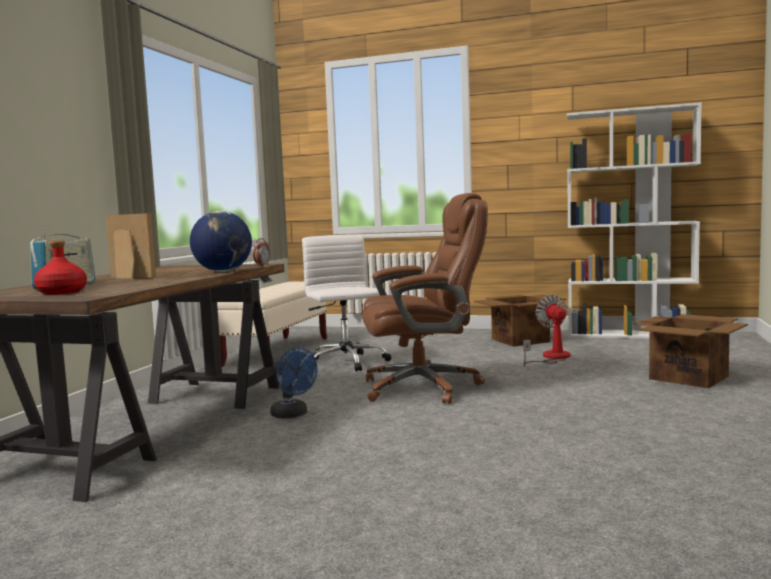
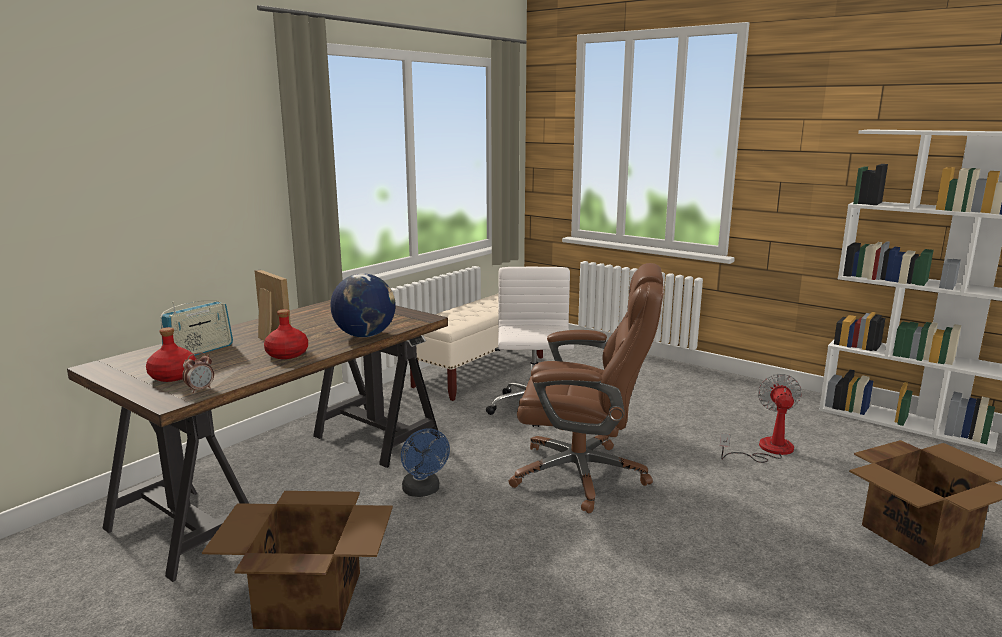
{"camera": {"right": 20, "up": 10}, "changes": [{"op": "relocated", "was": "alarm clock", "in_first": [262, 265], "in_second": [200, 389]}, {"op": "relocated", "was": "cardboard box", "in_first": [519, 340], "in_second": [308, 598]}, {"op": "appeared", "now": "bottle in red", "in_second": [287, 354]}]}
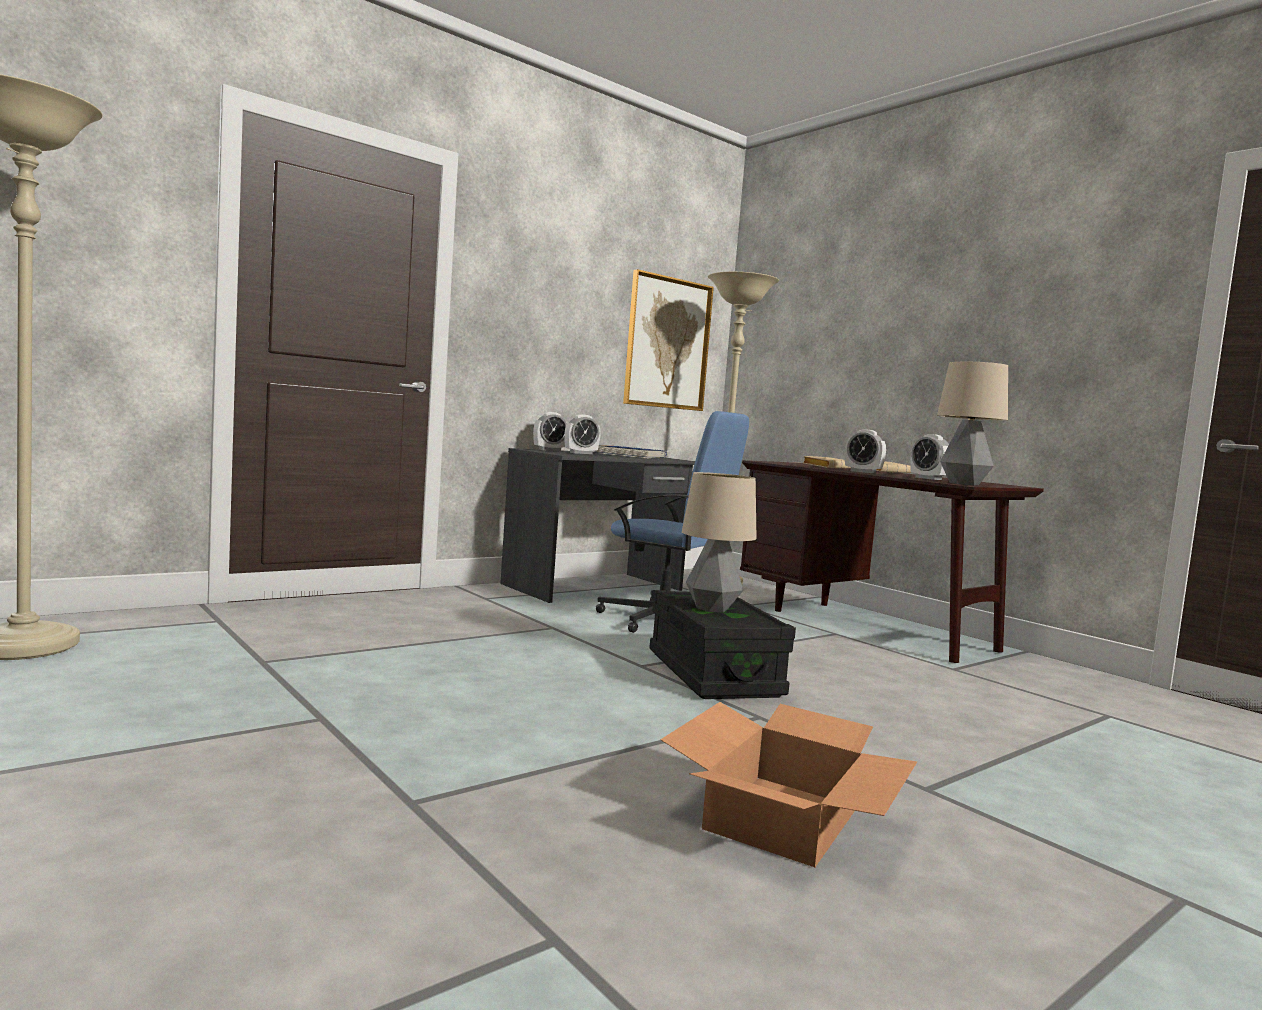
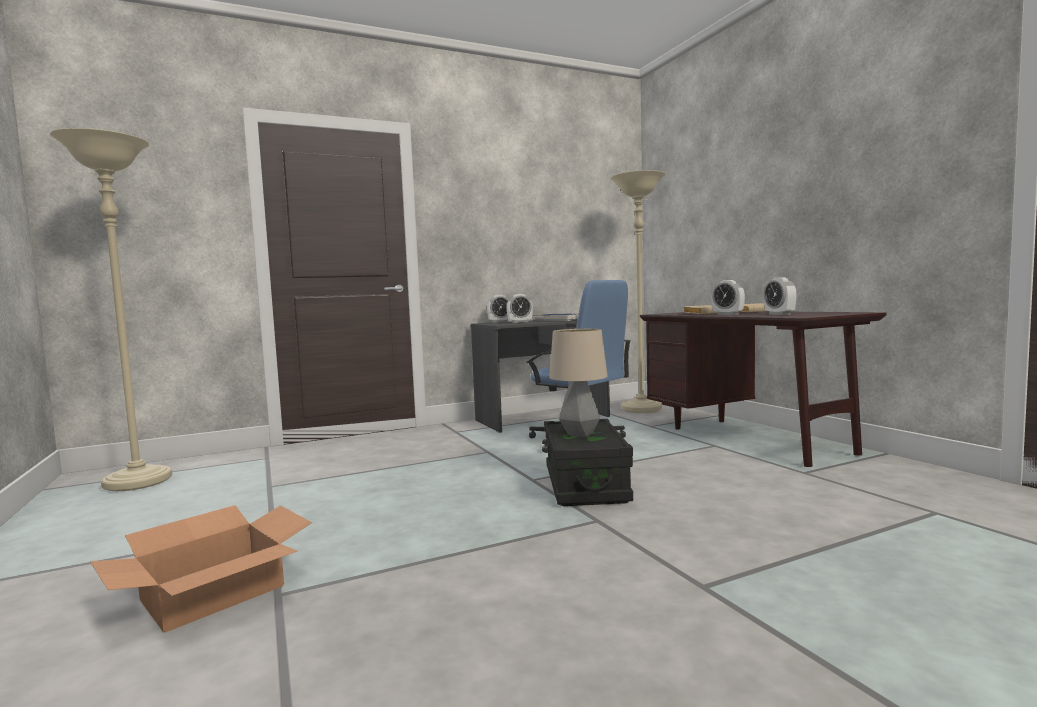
{"camera": {"right": 15, "up": 0}, "changes": [{"op": "missing", "was": "picture", "in_first": [667, 343]}, {"op": "relocated", "was": "cardboard box", "in_first": [783, 818], "in_second": [213, 593]}, {"op": "missing", "was": "table lamp", "in_first": [963, 484]}]}
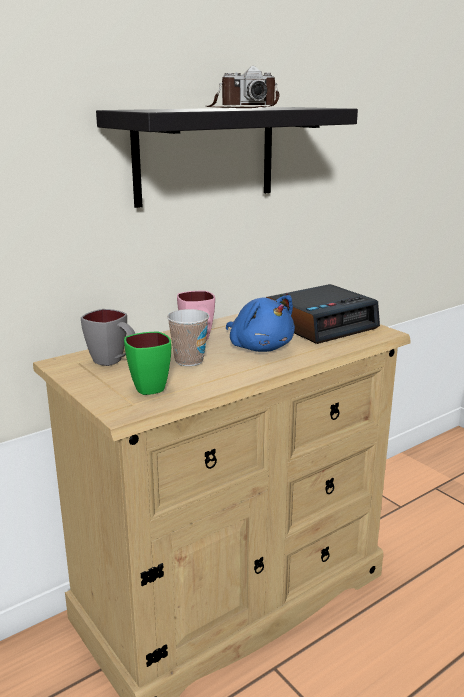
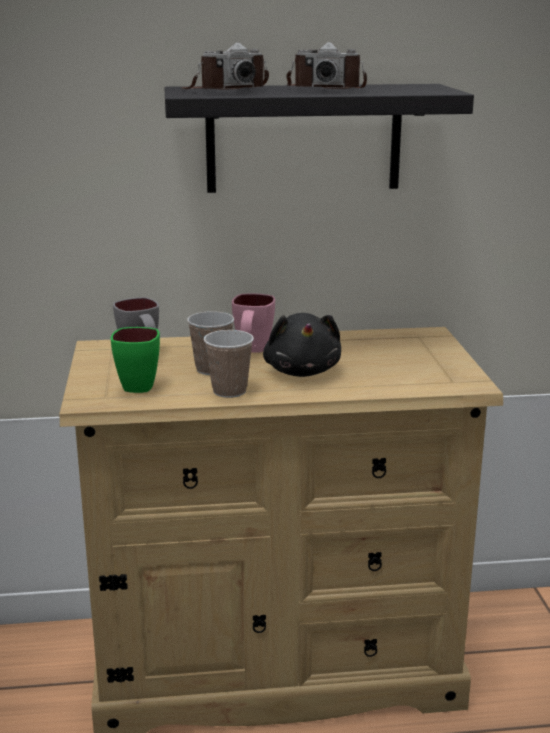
{"camera": {"right": 30, "up": 0}, "changes": [{"op": "colour", "was": "plush toy in blue", "now": "plush toy in black", "in_first": [259, 347], "in_second": [302, 371]}, {"op": "missing", "was": "alarm clock", "in_first": [321, 324]}, {"op": "appeared", "now": "photo camera", "in_second": [225, 90]}, {"op": "appeared", "now": "cup", "in_second": [229, 391]}]}
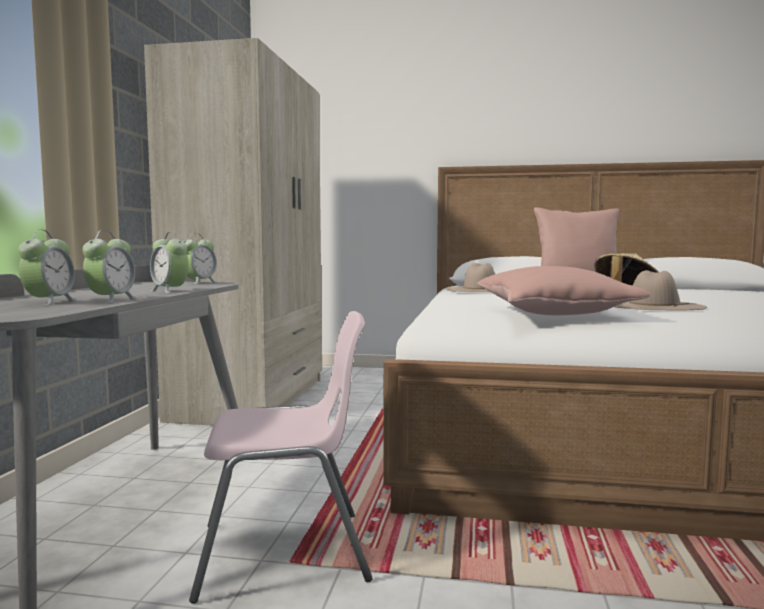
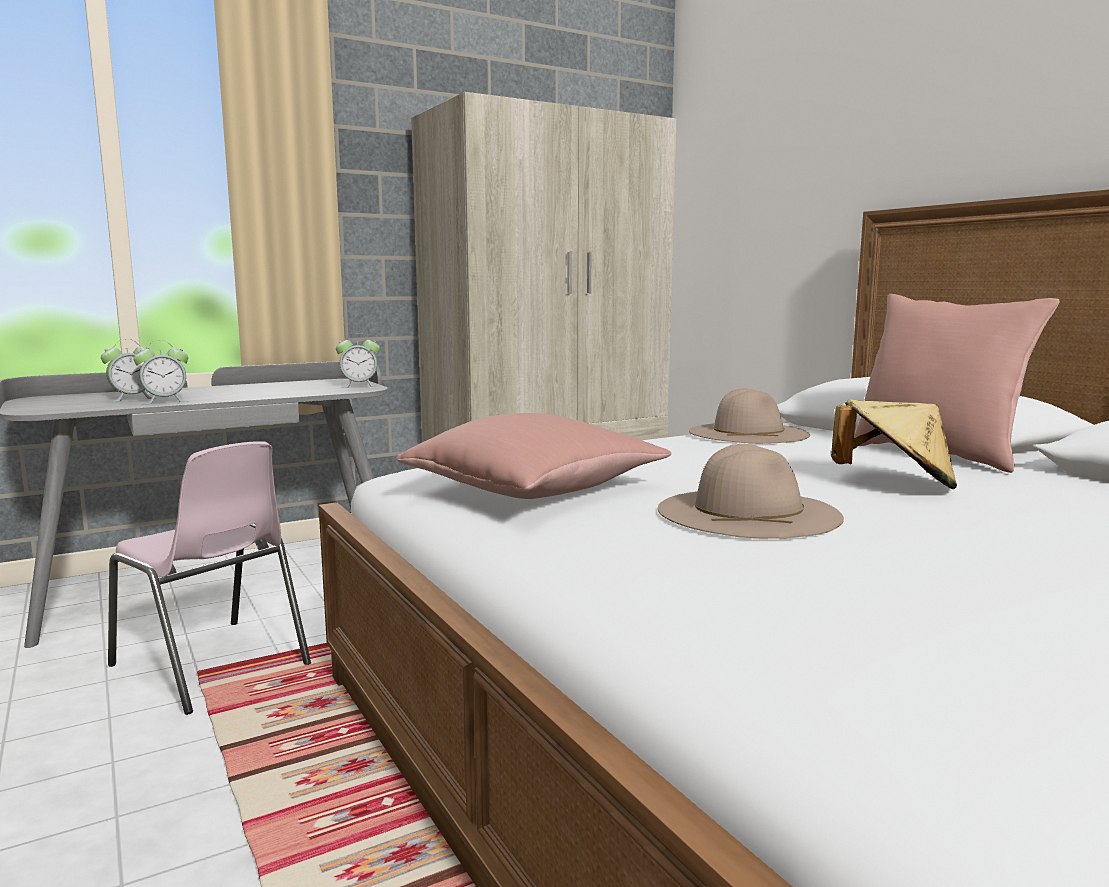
{"camera": {"right": 50, "up": 5}, "changes": [{"op": "missing", "was": "alarm clock", "in_first": [170, 291]}]}
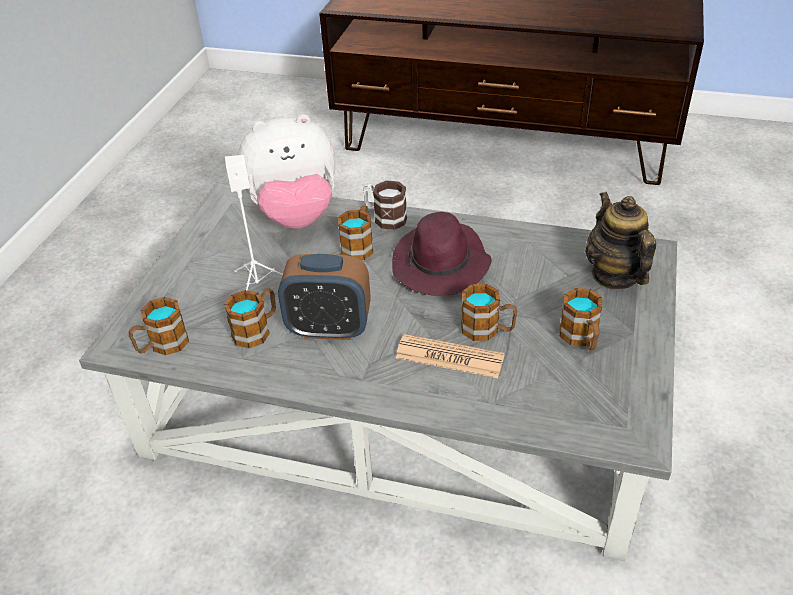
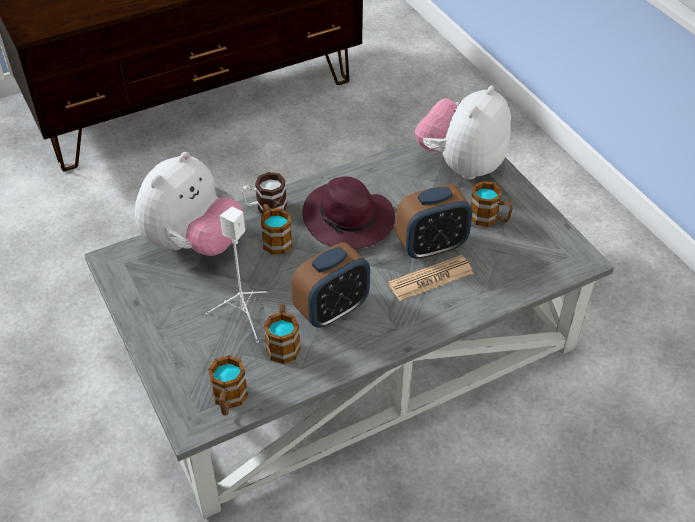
{"camera": {"right": -45, "up": 5}, "changes": [{"op": "exchanged", "was": "mug", "now": "alarm clock", "in_first": [487, 330], "in_second": [431, 246]}, {"op": "exchanged", "was": "teapot", "now": "plush toy", "in_first": [615, 275], "in_second": [461, 165]}]}
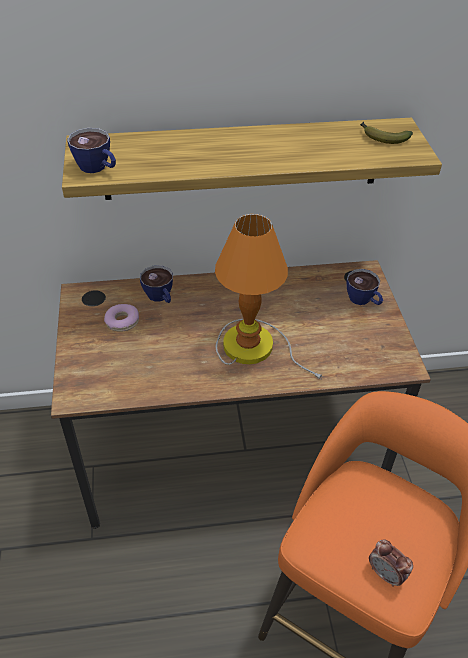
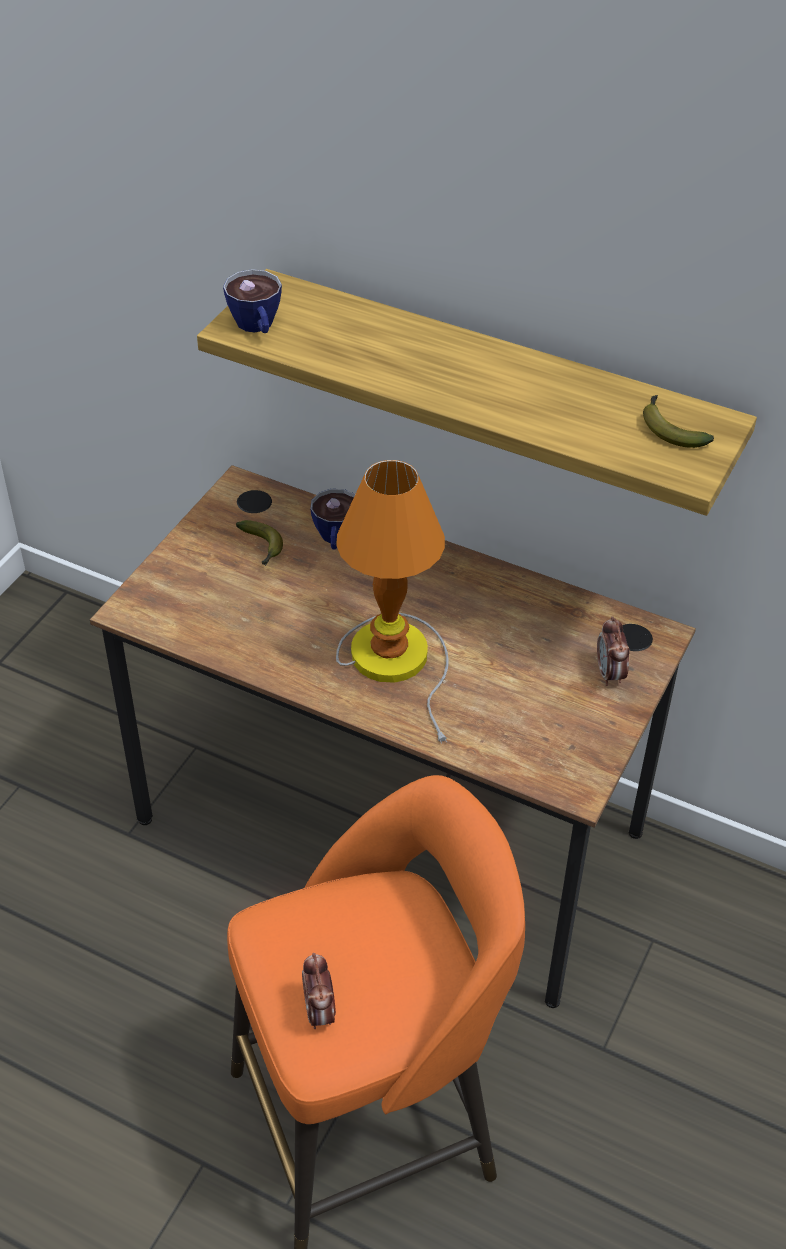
{"camera": {"right": 35, "up": 0}, "changes": [{"op": "exchanged", "was": "donut", "now": "banana", "in_first": [122, 321], "in_second": [262, 548]}, {"op": "exchanged", "was": "cup", "now": "alarm clock", "in_first": [363, 301], "in_second": [610, 674]}]}
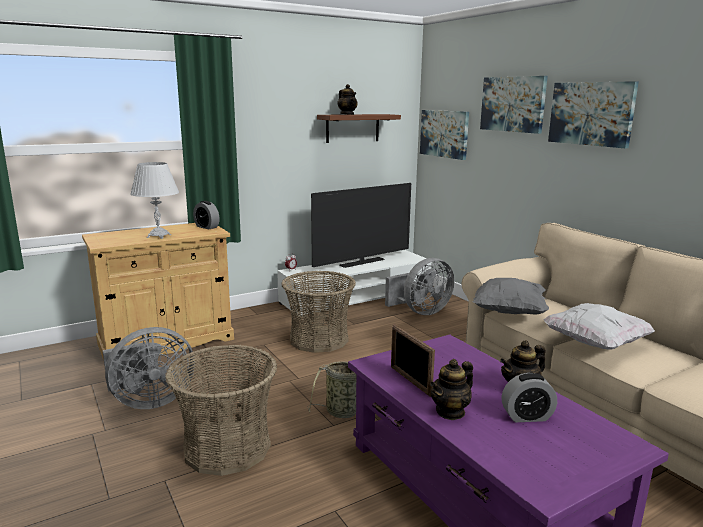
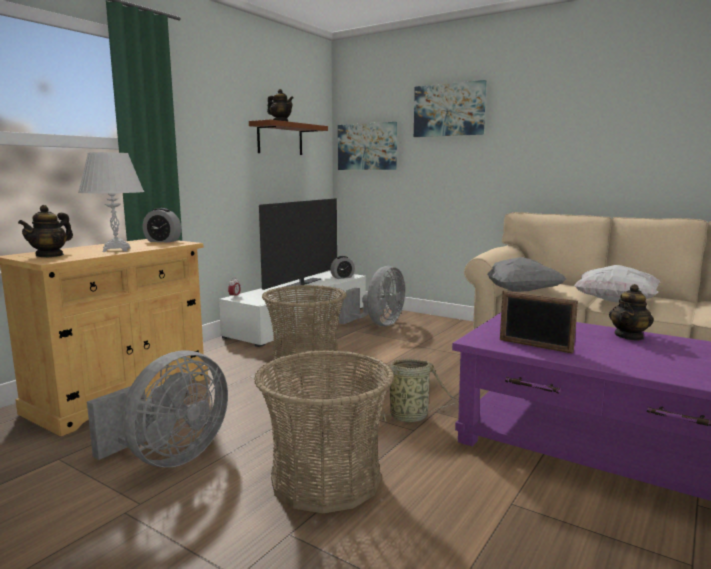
{"camera": {"right": -25, "up": -5}, "changes": [{"op": "relocated", "was": "teapot", "in_first": [450, 412], "in_second": [50, 255]}, {"op": "relocated", "was": "alarm clock", "in_first": [527, 416], "in_second": [342, 277]}, {"op": "missing", "was": "picture", "in_first": [591, 113]}]}
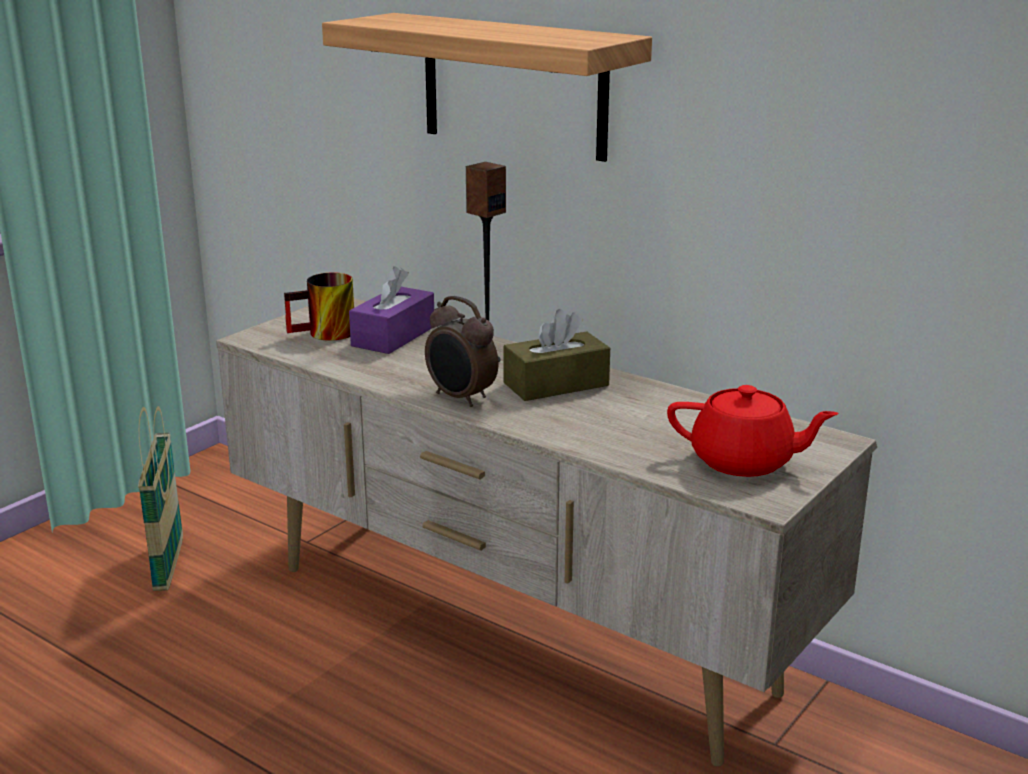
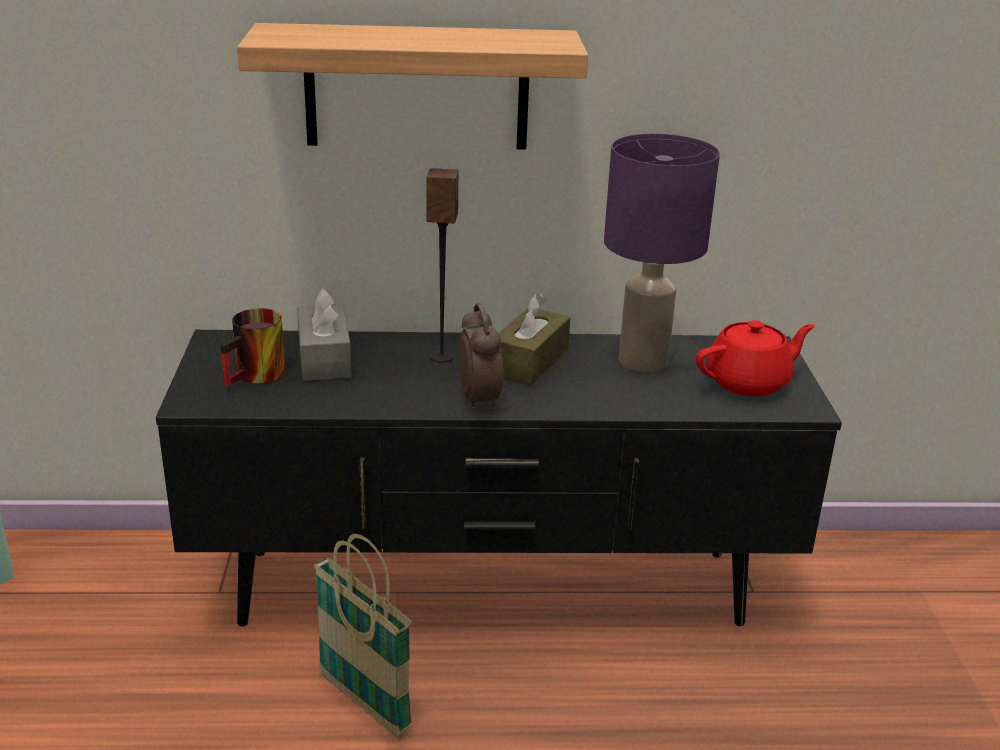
{"camera": {"right": -40, "up": 5}, "changes": [{"op": "relocated", "was": "basket", "in_first": [169, 565], "in_second": [364, 701]}, {"op": "colour", "was": "tv stand in beige", "now": "tv stand in black", "in_first": [514, 630], "in_second": [492, 590]}, {"op": "colour", "was": "tissue box in purple", "now": "tissue box in grey", "in_first": [393, 336], "in_second": [324, 358]}, {"op": "spun", "was": "alarm clock", "in_first": [460, 398], "in_second": [481, 400], "clockwise": -105}, {"op": "appeared", "now": "table lamp in purple", "in_second": [641, 361]}]}
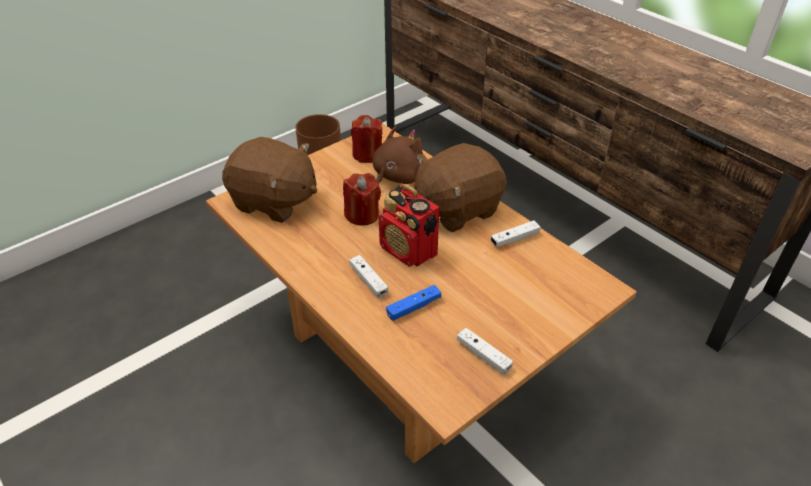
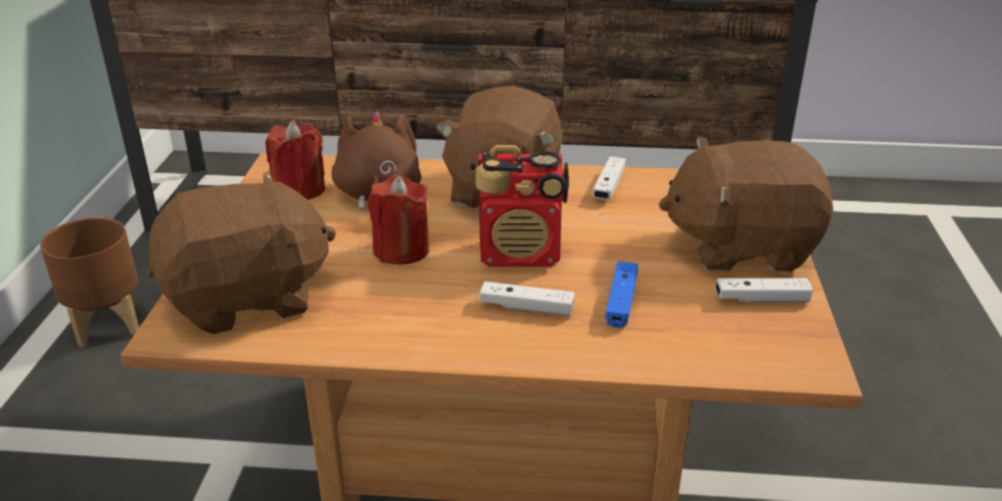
{"camera": {"right": -45, "up": -10}, "changes": [{"op": "appeared", "now": "plush toy in brown", "in_second": [740, 246]}]}
